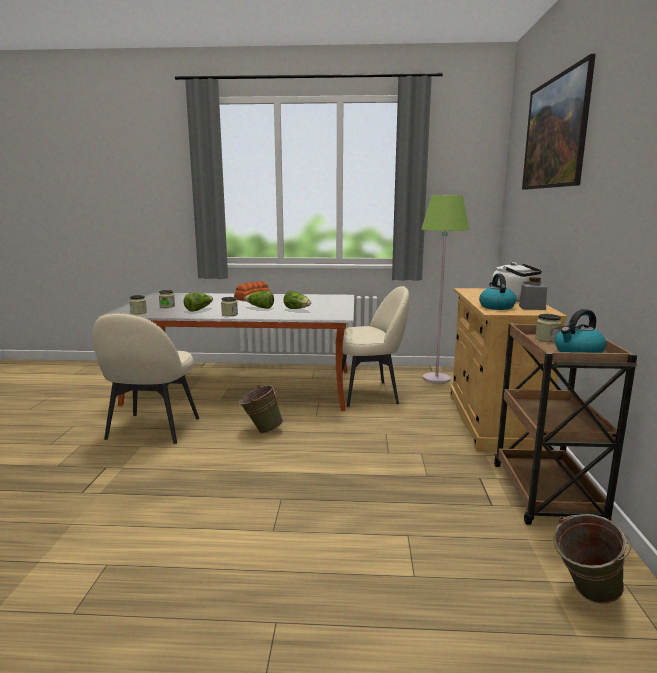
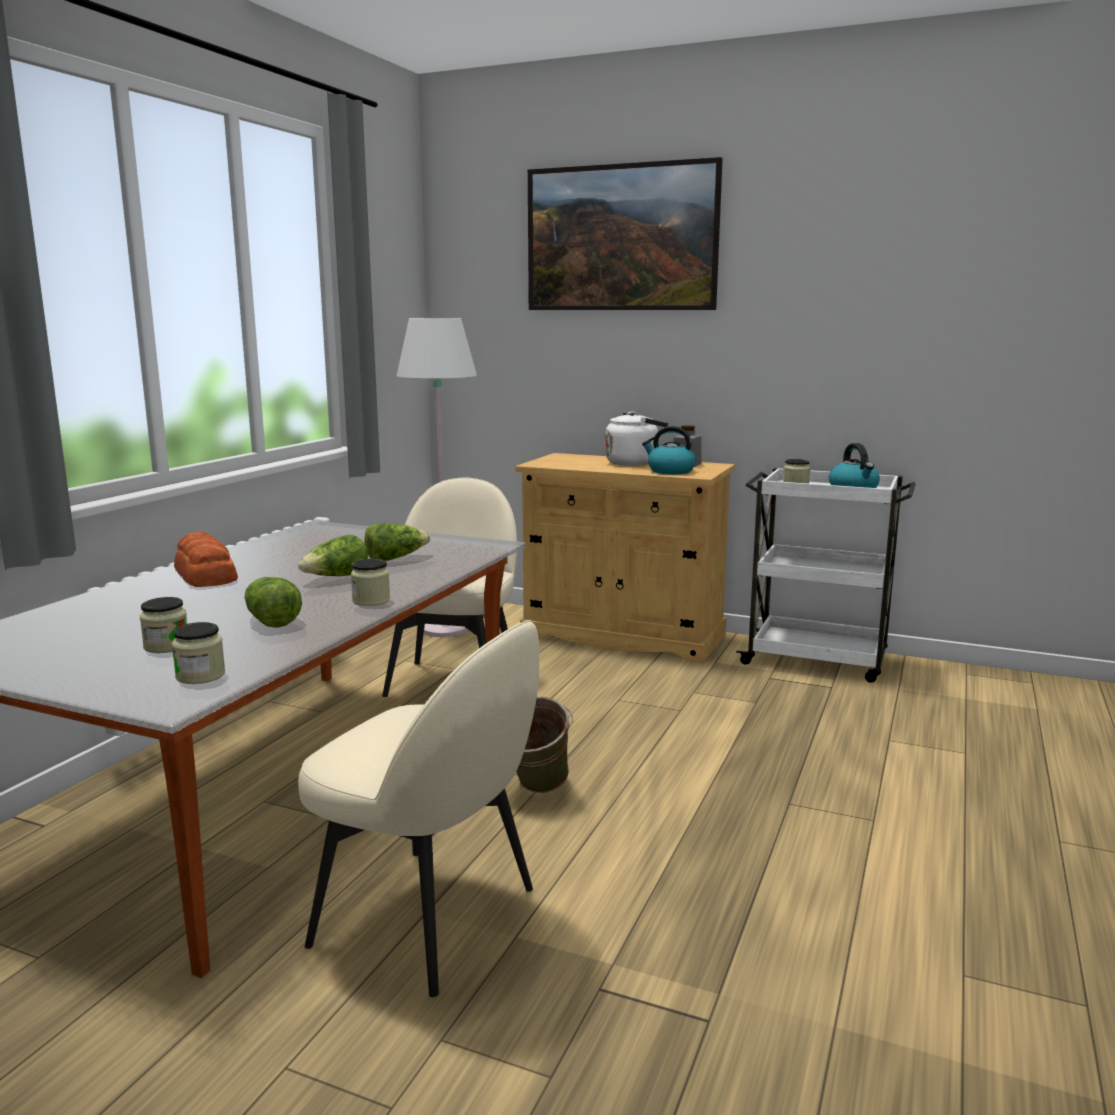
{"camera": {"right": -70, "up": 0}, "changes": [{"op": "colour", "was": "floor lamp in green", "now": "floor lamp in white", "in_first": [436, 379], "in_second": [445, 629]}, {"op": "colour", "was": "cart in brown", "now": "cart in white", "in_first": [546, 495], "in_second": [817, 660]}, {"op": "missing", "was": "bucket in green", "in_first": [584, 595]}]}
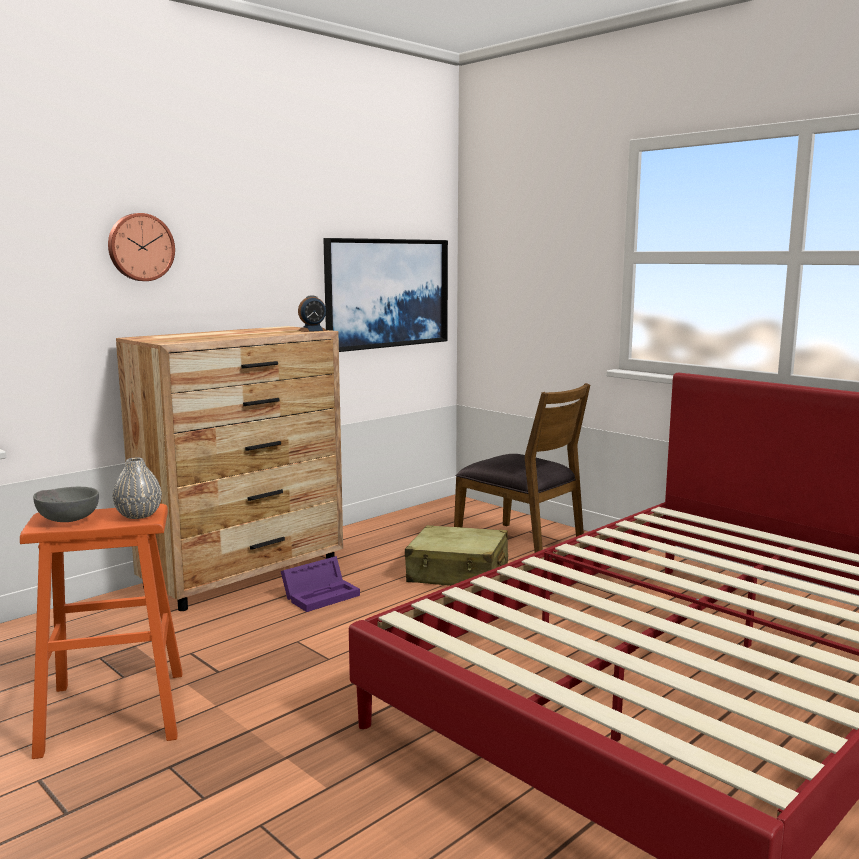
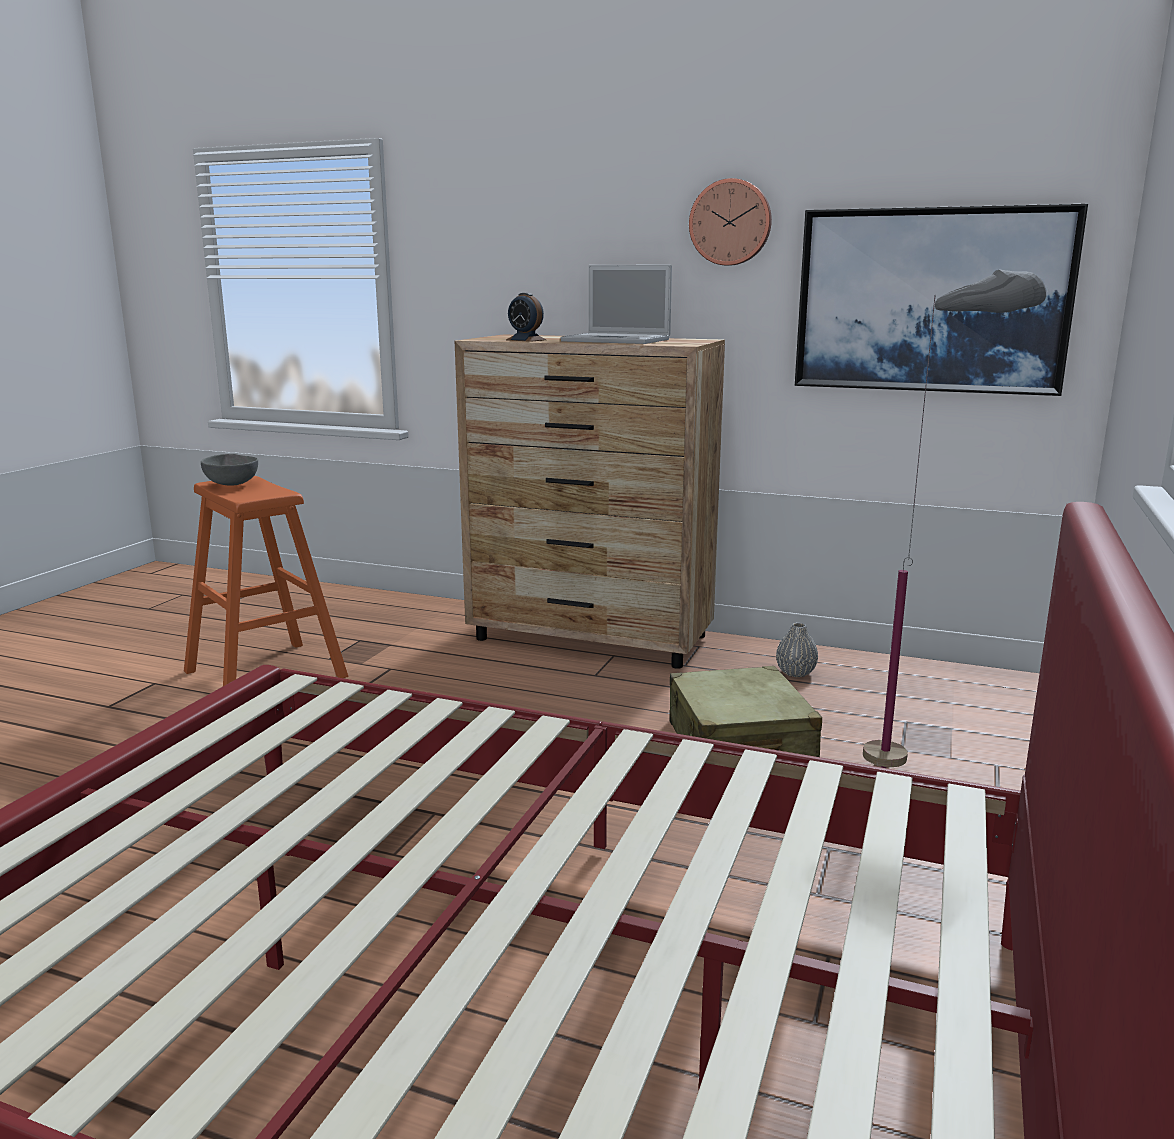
{"camera": {"right": 65, "up": 5}, "changes": [{"op": "relocated", "was": "wall clock", "in_first": [140, 247], "in_second": [730, 222]}, {"op": "relocated", "was": "vase in grey", "in_first": [138, 515], "in_second": [795, 673]}, {"op": "missing", "was": "storage box in purple", "in_first": [322, 595]}, {"op": "relocated", "was": "alarm clock", "in_first": [312, 330], "in_second": [526, 340]}, {"op": "exchanged", "was": "chair in brown", "now": "floor lamp in grey", "in_first": [520, 545], "in_second": [921, 770]}, {"op": "appeared", "now": "laptop", "in_second": [618, 340]}]}
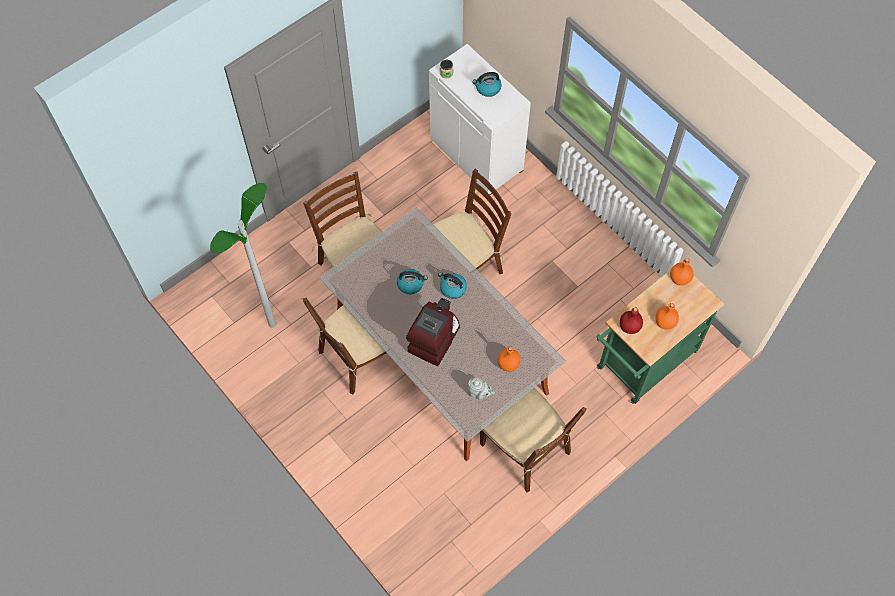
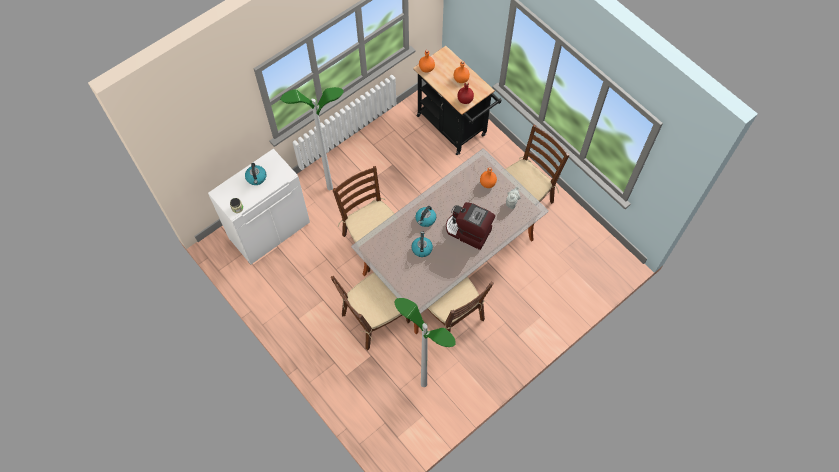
{"camera": {"right": -90, "up": 0}, "changes": [{"op": "colour", "was": "cart in green", "now": "cart in black", "in_first": [642, 364], "in_second": [454, 128]}, {"op": "appeared", "now": "floor lamp", "in_second": [330, 188]}]}
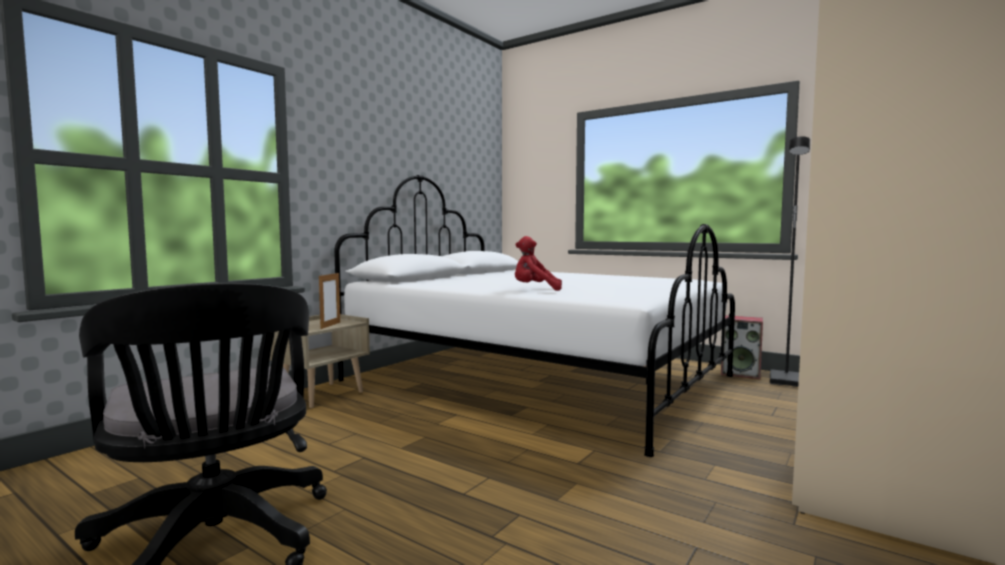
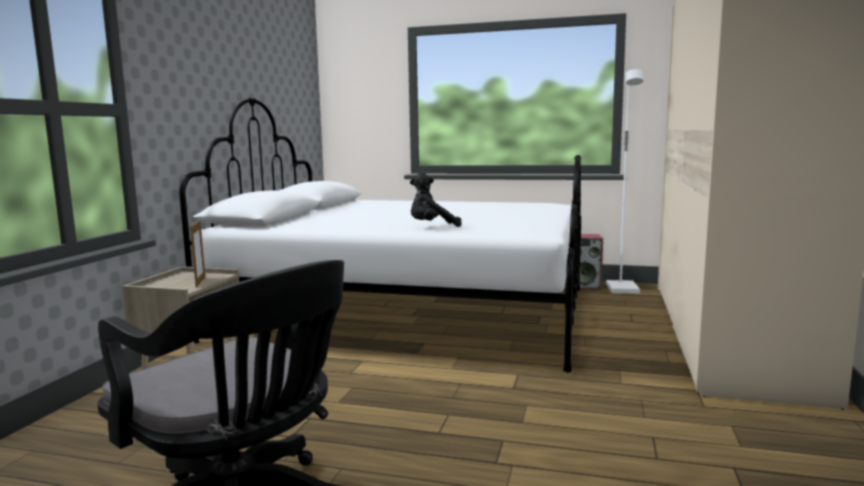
{"camera": {"right": -20, "up": 5}, "changes": [{"op": "colour", "was": "plush toy in red", "now": "plush toy in black", "in_first": [535, 290], "in_second": [432, 227]}, {"op": "colour", "was": "floor lamp in black", "now": "floor lamp in white", "in_first": [787, 381], "in_second": [623, 289]}]}
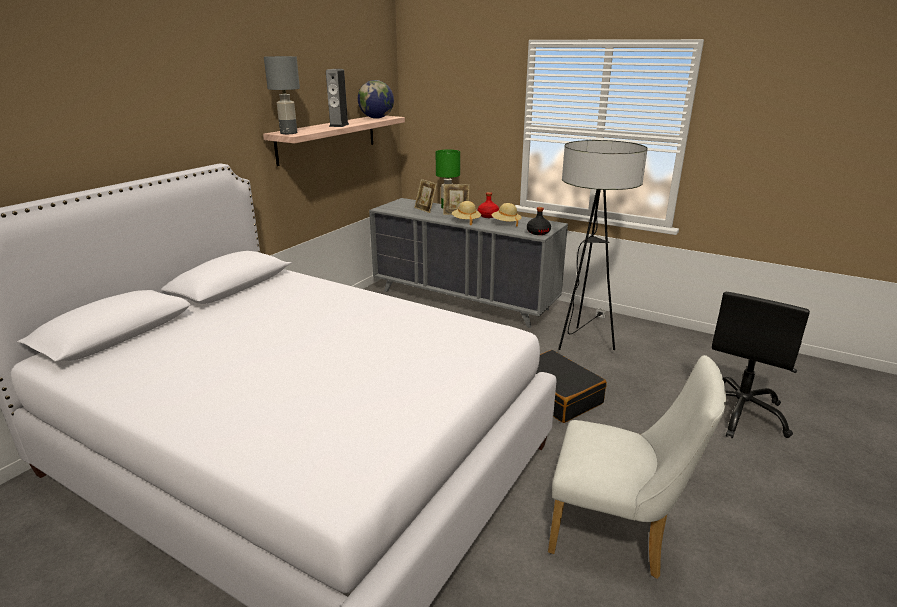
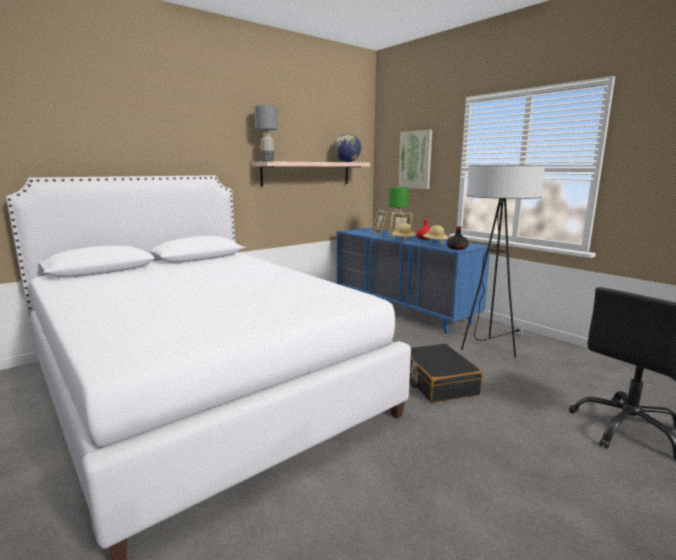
{"camera": {"right": 20, "up": -10}, "changes": [{"op": "missing", "was": "speaker", "in_first": [339, 125]}, {"op": "colour", "was": "dresser in grey", "now": "dresser in blue", "in_first": [464, 300], "in_second": [403, 309]}, {"op": "missing", "was": "chair in white", "in_first": [617, 534]}, {"op": "appeared", "now": "picture", "in_second": [415, 160]}]}
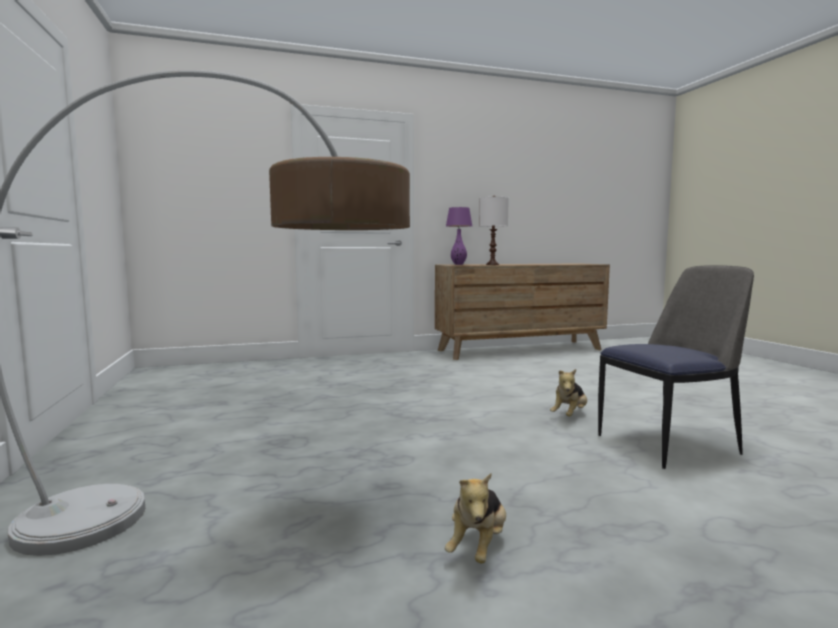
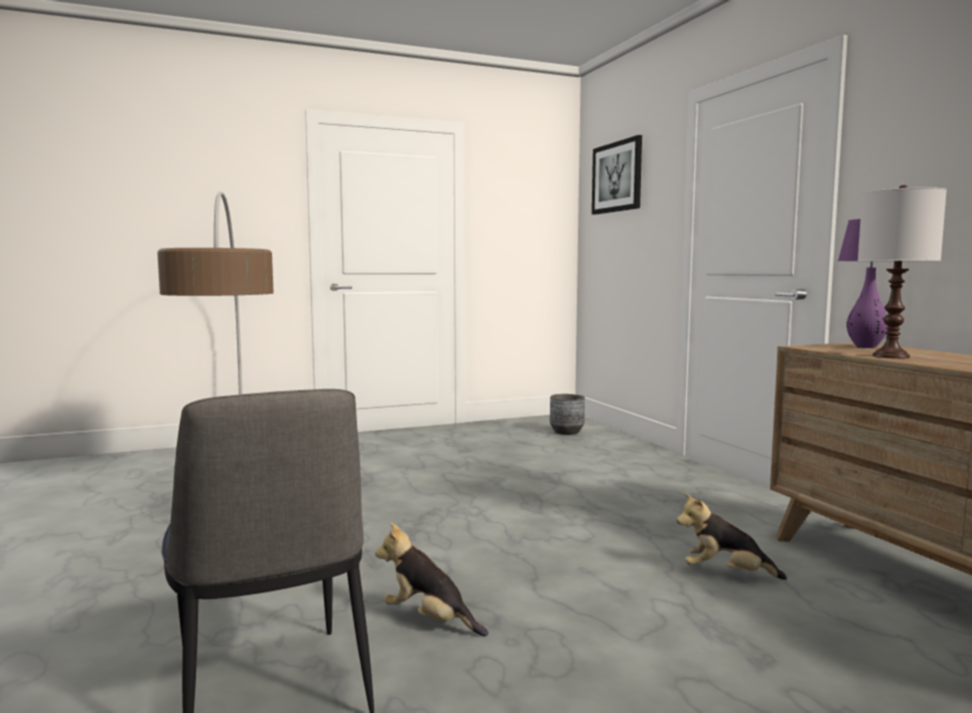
{"camera": {"right": 85, "up": 0}, "changes": [{"op": "relocated", "was": "plush toy", "in_first": [478, 546], "in_second": [726, 574]}, {"op": "appeared", "now": "planter in grey", "in_second": [567, 432]}, {"op": "appeared", "now": "picture", "in_second": [617, 177]}]}
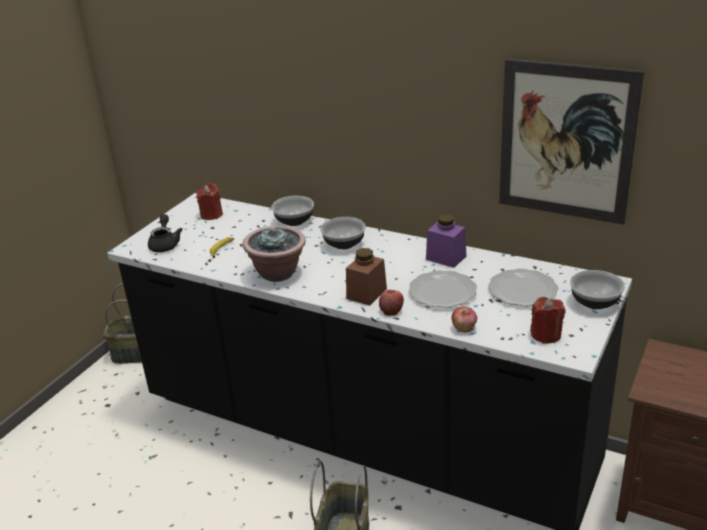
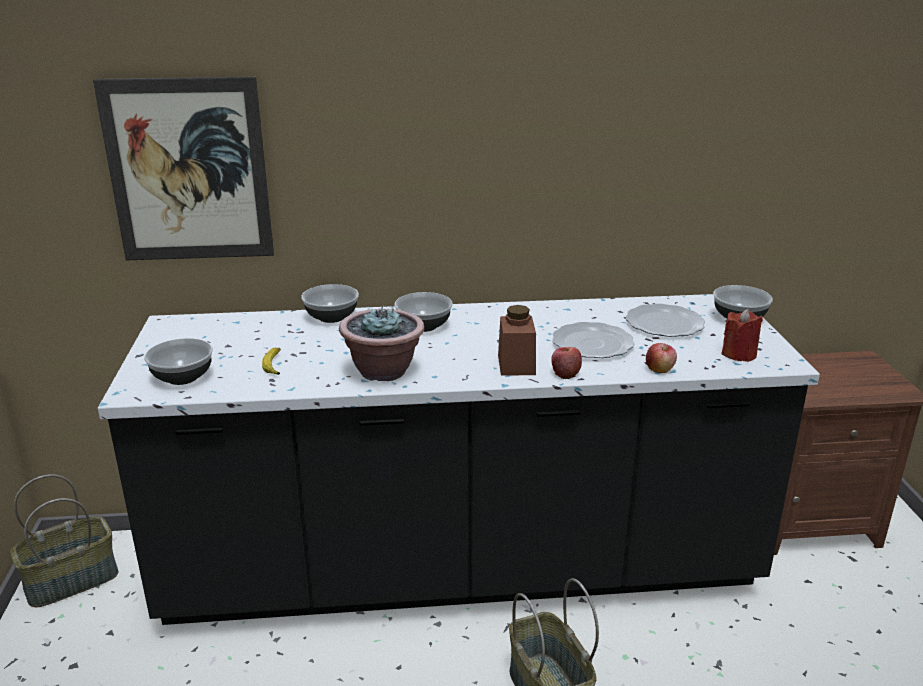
{"camera": {"right": -35, "up": -5}, "changes": [{"op": "exchanged", "was": "teapot in black", "now": "bowl", "in_first": [165, 244], "in_second": [181, 377]}, {"op": "missing", "was": "candle in red", "in_first": [211, 215]}, {"op": "missing", "was": "jar in purple", "in_first": [446, 258]}, {"op": "relocated", "was": "picture", "in_first": [566, 142], "in_second": [188, 171]}]}
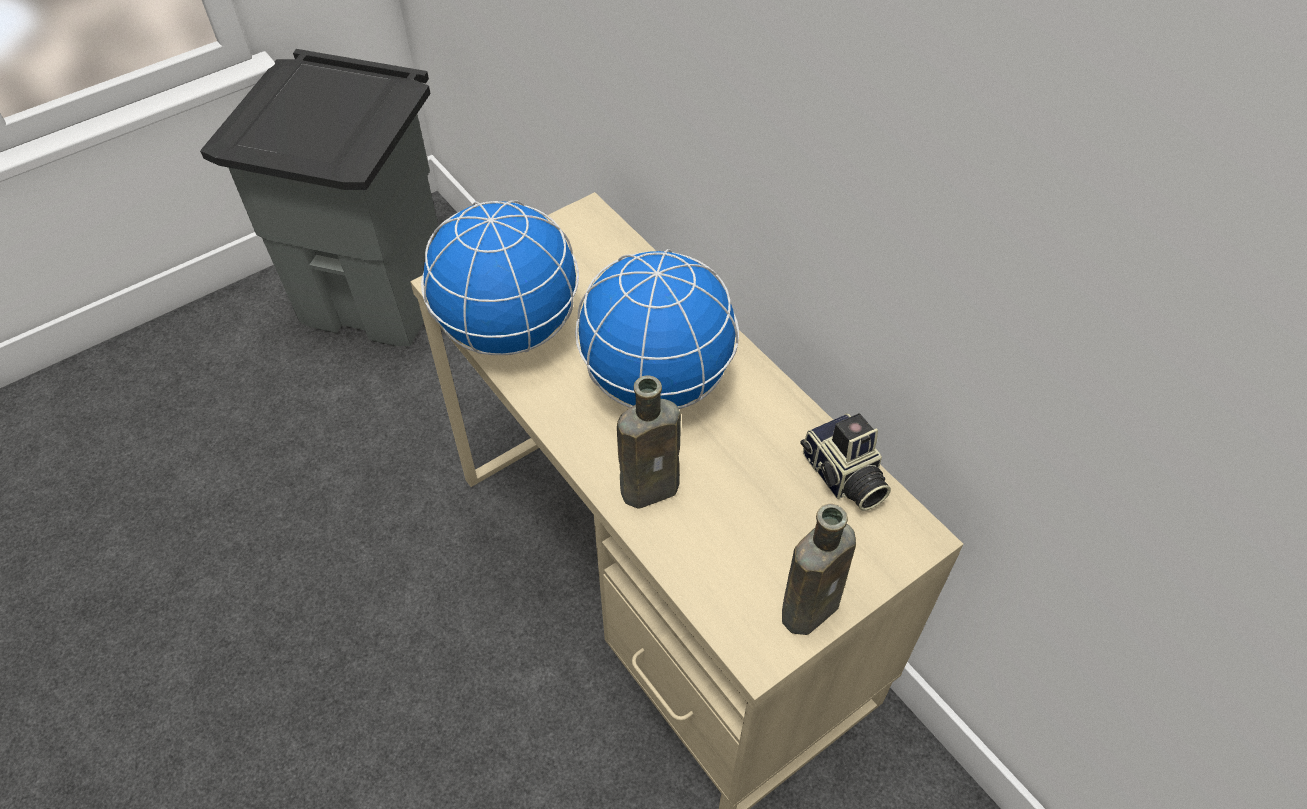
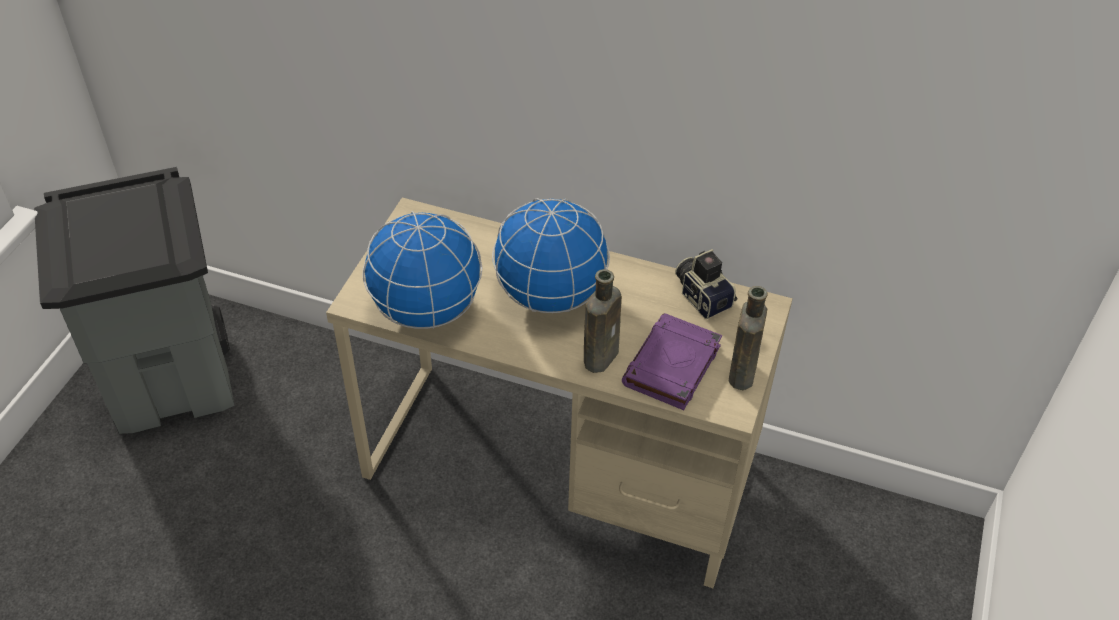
{"camera": {"right": -35, "up": -5}, "changes": [{"op": "spun", "was": "photo camera", "in_first": [842, 478], "in_second": [703, 296], "clockwise": -150}, {"op": "appeared", "now": "book in purple", "in_second": [672, 367]}]}
